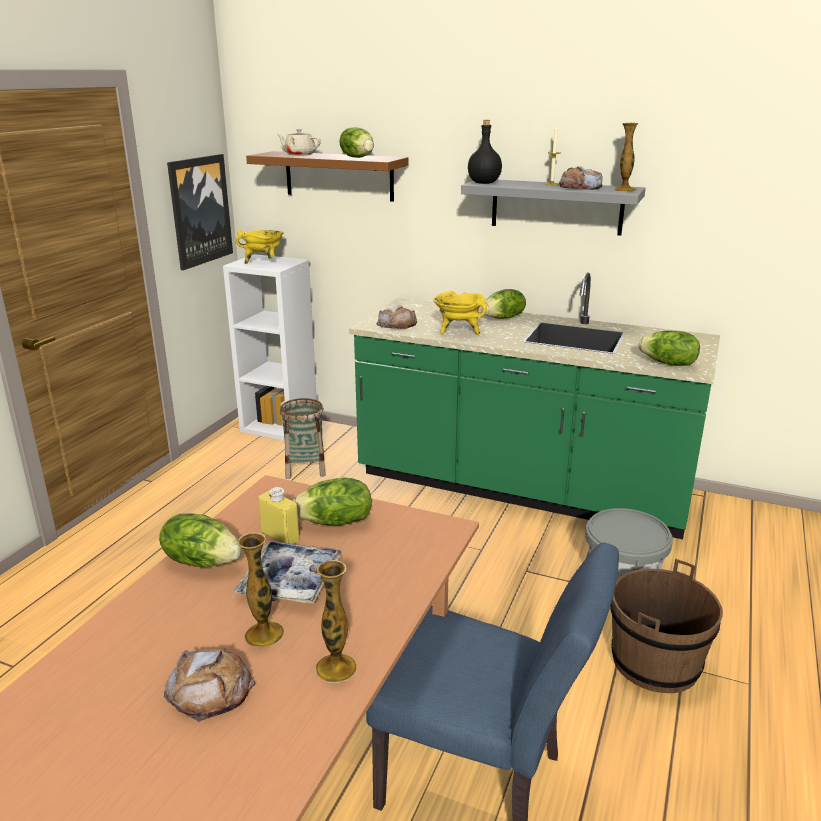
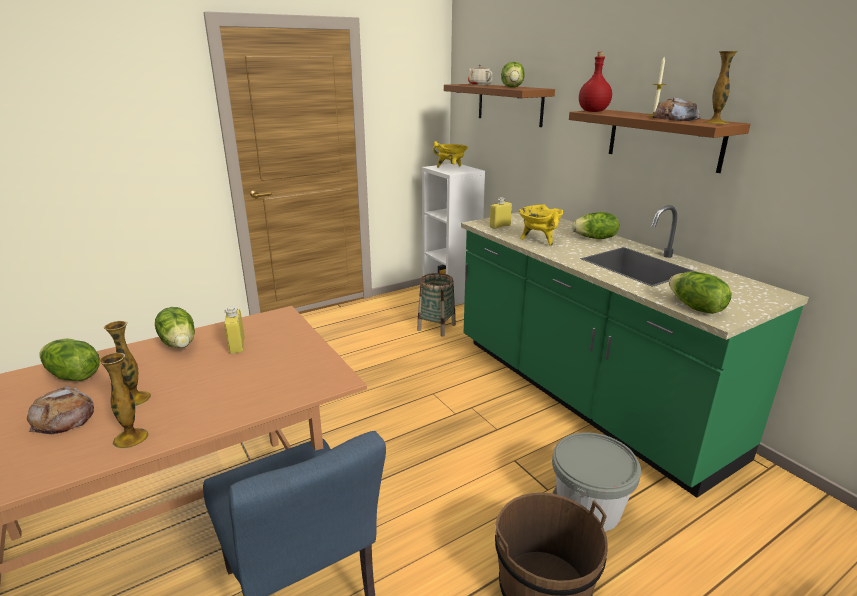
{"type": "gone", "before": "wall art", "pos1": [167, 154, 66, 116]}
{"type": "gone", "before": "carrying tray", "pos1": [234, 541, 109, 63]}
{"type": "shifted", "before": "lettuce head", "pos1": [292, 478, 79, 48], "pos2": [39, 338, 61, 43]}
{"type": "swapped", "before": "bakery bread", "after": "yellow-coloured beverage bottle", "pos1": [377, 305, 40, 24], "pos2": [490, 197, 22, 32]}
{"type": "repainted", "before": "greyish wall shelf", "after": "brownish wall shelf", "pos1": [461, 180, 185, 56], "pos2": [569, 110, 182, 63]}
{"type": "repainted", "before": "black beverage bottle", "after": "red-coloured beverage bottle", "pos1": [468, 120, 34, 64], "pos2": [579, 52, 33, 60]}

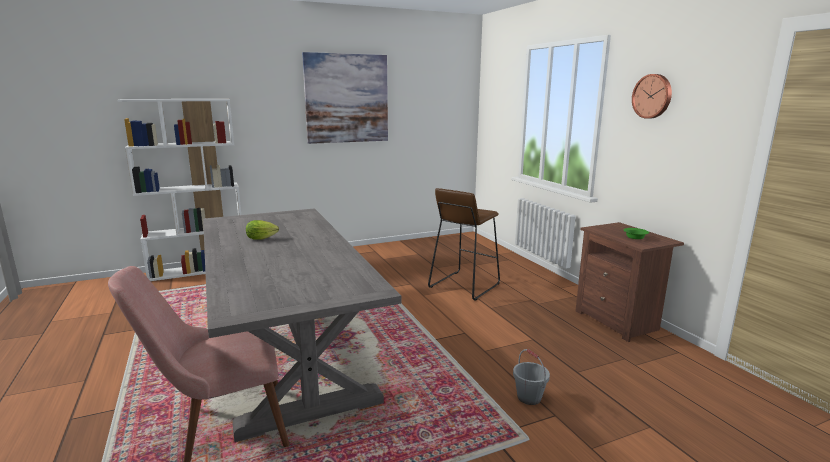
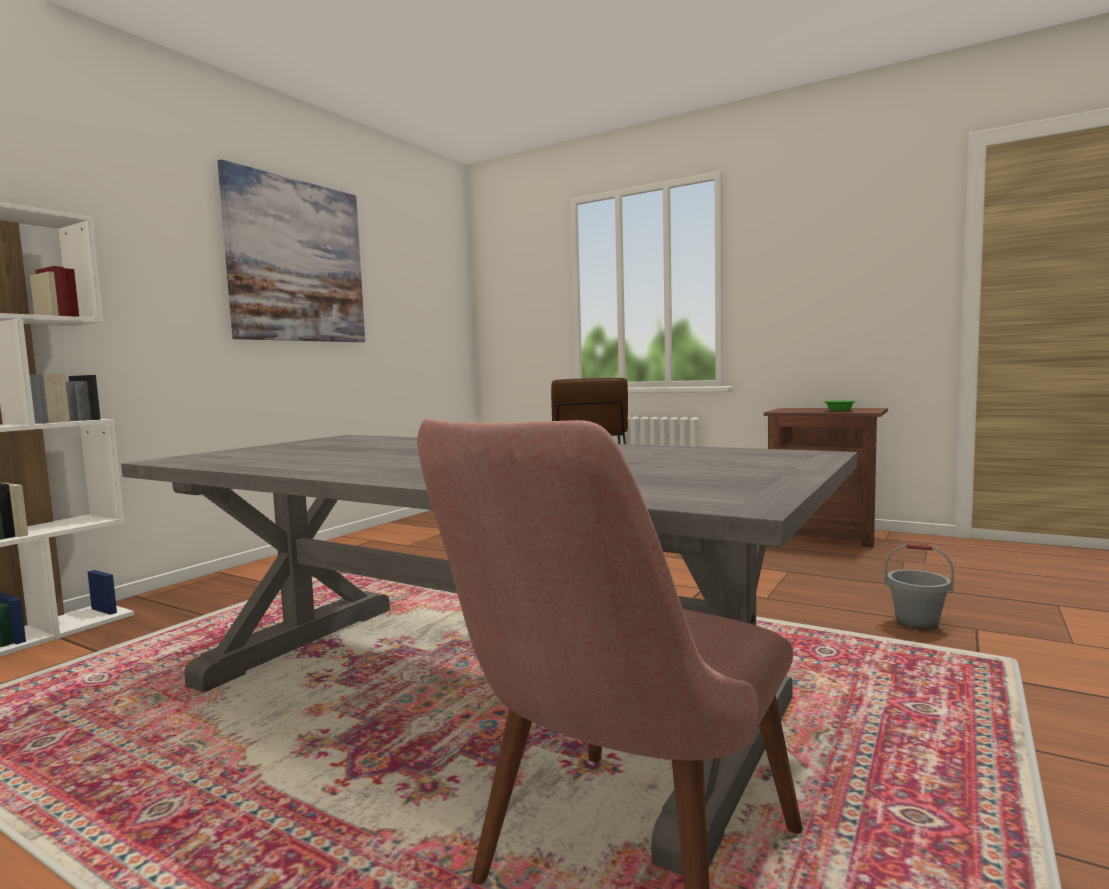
{"type": "gone", "before": "lettuce head", "pos1": [246, 220, 33, 20]}
{"type": "gone", "before": "wall clock", "pos1": [632, 74, 40, 45]}

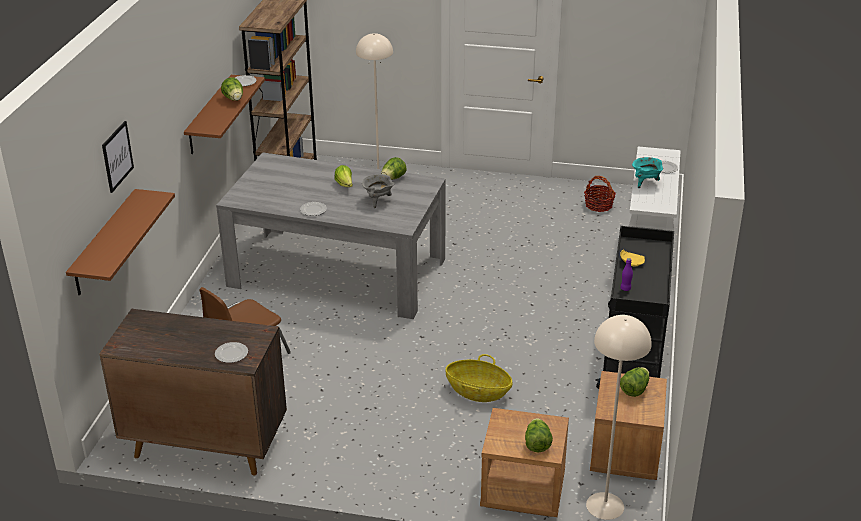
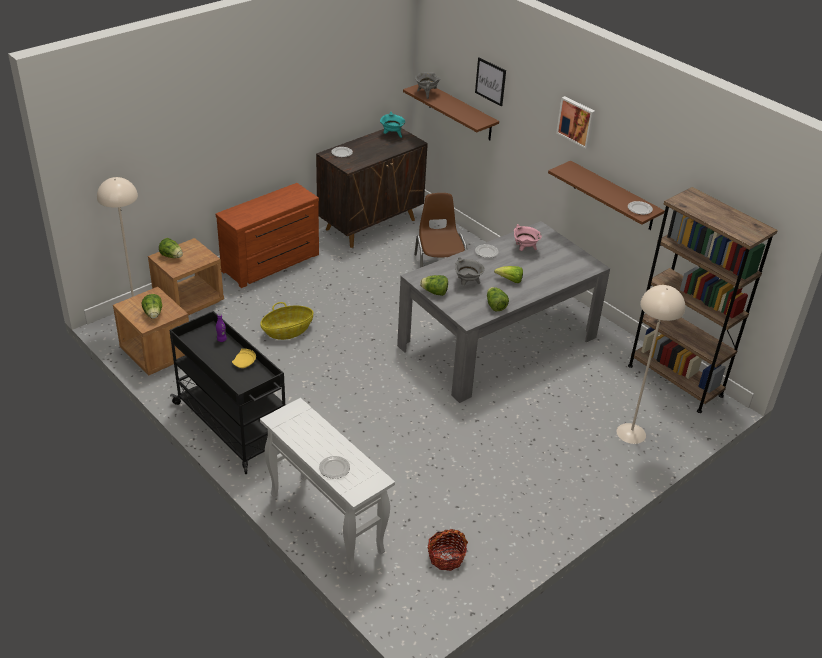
{"type": "shifted", "before": "lettuce head", "pos1": [221, 77, 22, 24], "pos2": [420, 275, 28, 21]}
{"type": "shifted", "before": "turquoise cooking pot", "pos1": [632, 157, 32, 31], "pos2": [380, 112, 25, 26]}
{"type": "new", "after": "brownish drawer chest", "pos2": [216, 183, 103, 105]}
{"type": "new", "after": "greyish cooking pot", "pos2": [415, 72, 26, 27]}
{"type": "new", "after": "pinkish cooking pot", "pos2": [514, 224, 28, 27]}
{"type": "new", "after": "wall art", "pos2": [556, 96, 39, 53]}

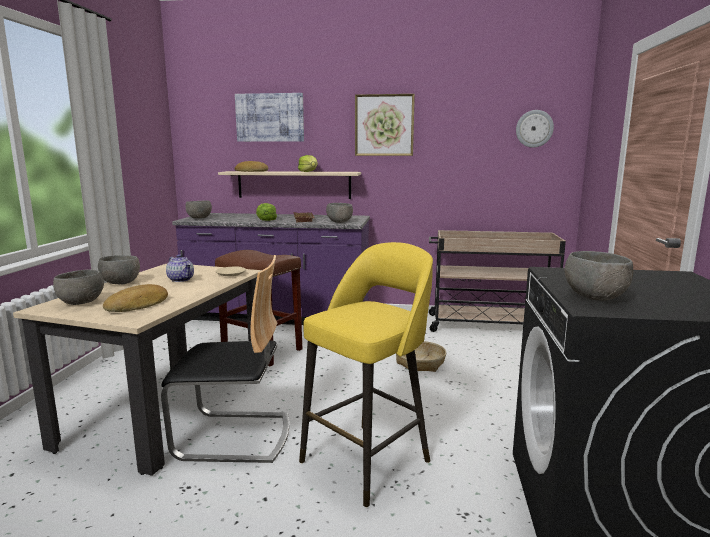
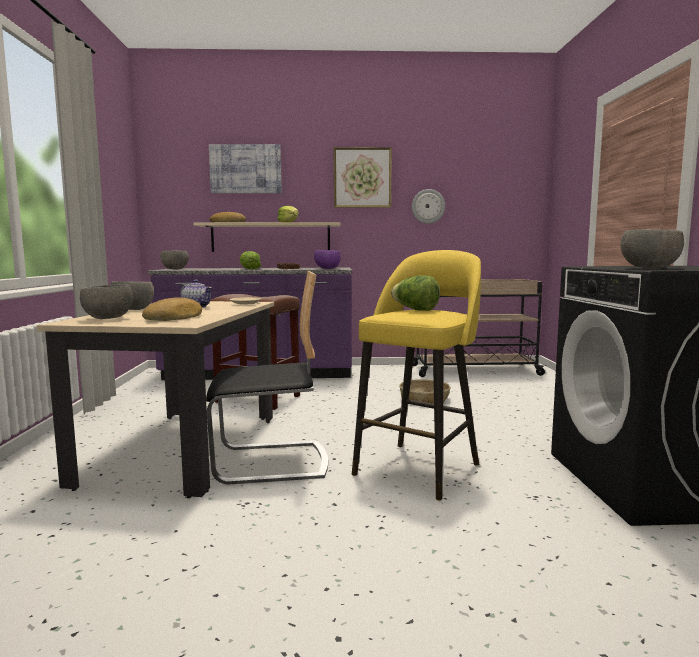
{"type": "repainted", "before": "greyish bowl", "after": "purple bowl", "pos1": [326, 203, 27, 20], "pos2": [314, 250, 27, 19]}
{"type": "shifted", "before": "wall clock", "pos1": [516, 110, 38, 38], "pos2": [412, 189, 33, 35]}
{"type": "new", "after": "lettuce head", "pos2": [391, 275, 49, 36]}

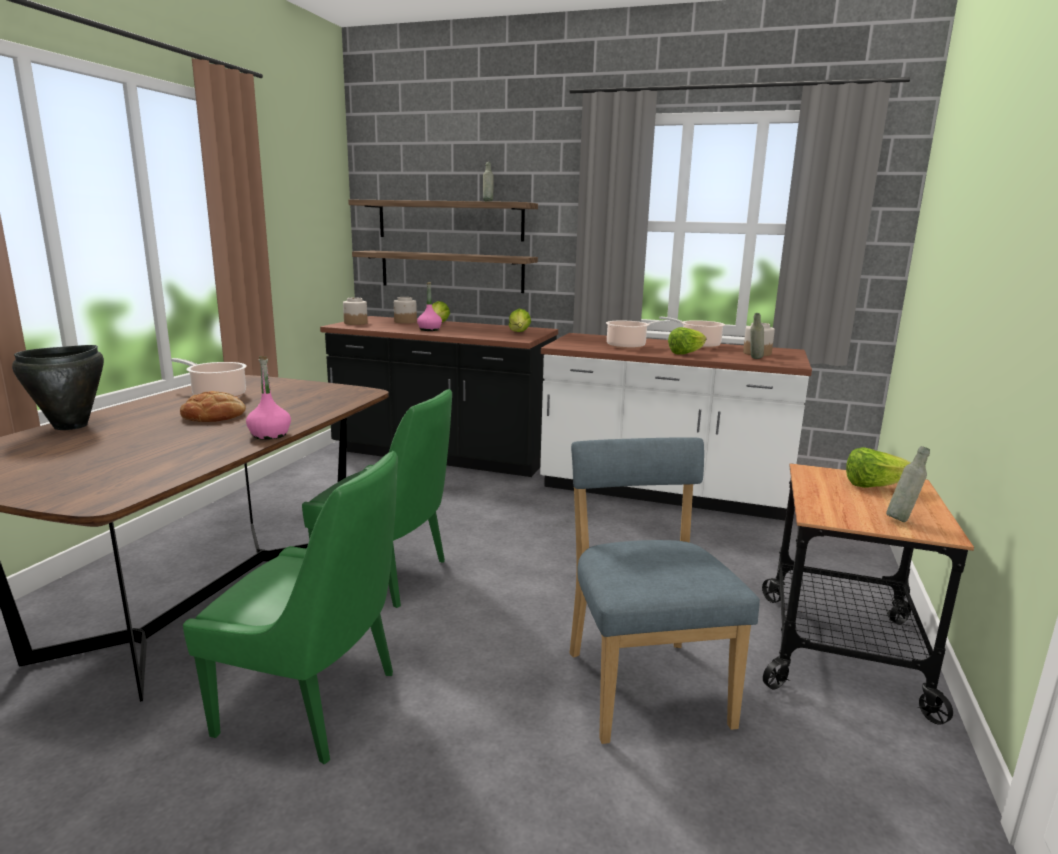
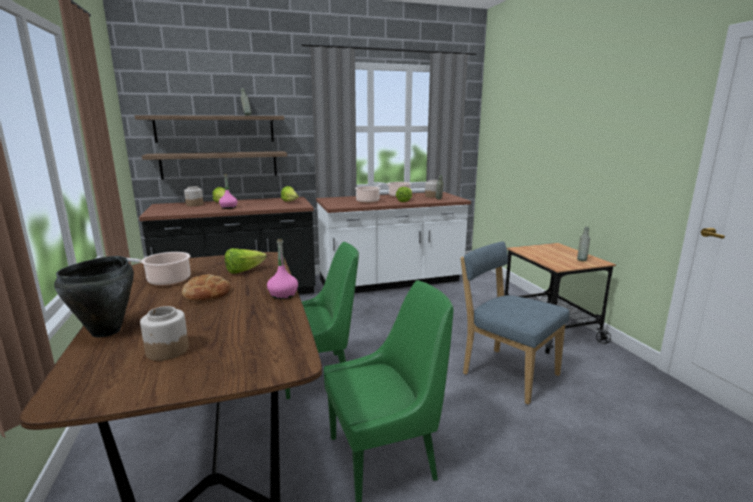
{"type": "shifted", "before": "storage jar", "pos1": [343, 297, 25, 28], "pos2": [140, 306, 49, 55]}
{"type": "shifted", "before": "lettuce head", "pos1": [846, 447, 65, 41], "pos2": [225, 248, 42, 25]}

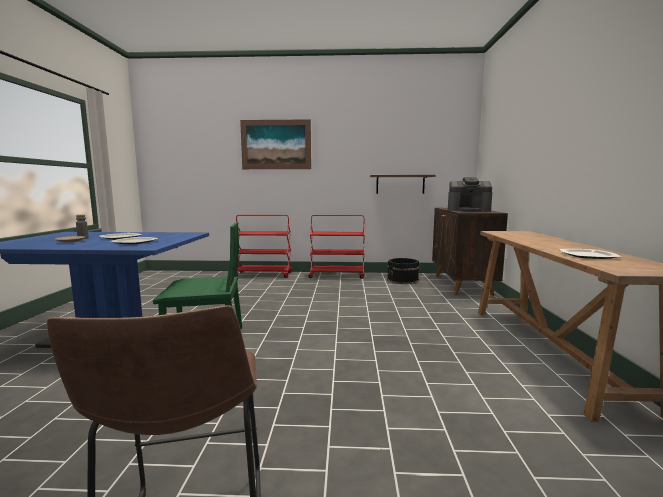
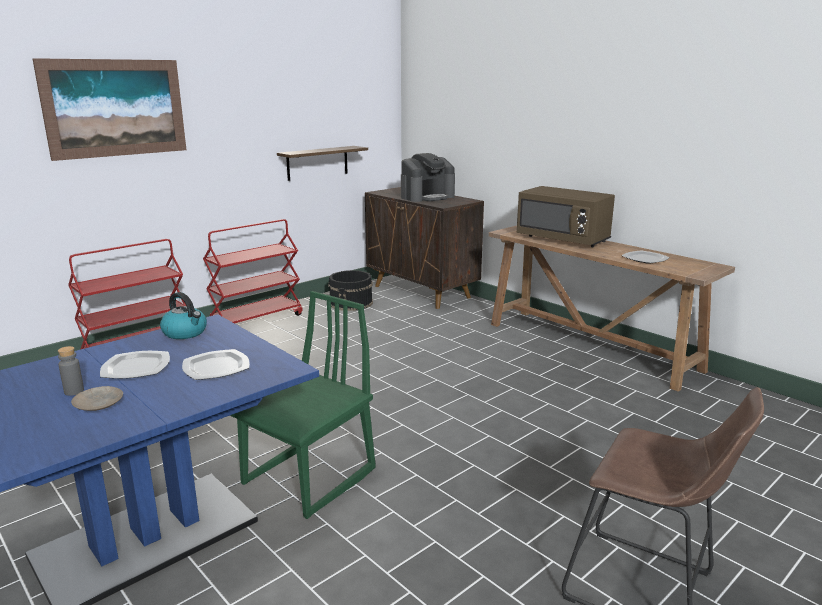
{"type": "new", "after": "water kettle", "pos2": [160, 292, 47, 47]}
{"type": "new", "after": "brownish kitchen microwave", "pos2": [517, 186, 98, 61]}

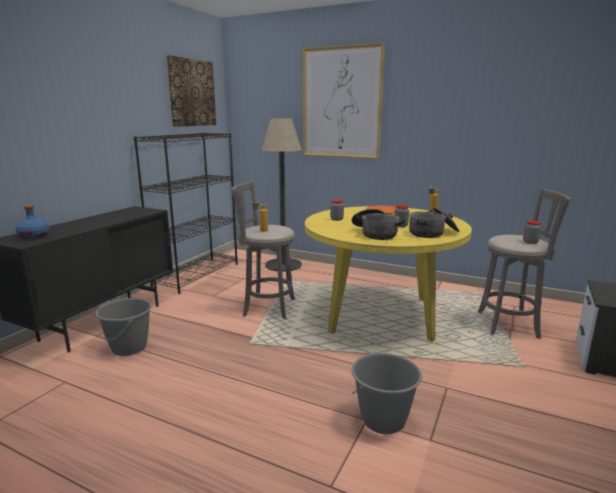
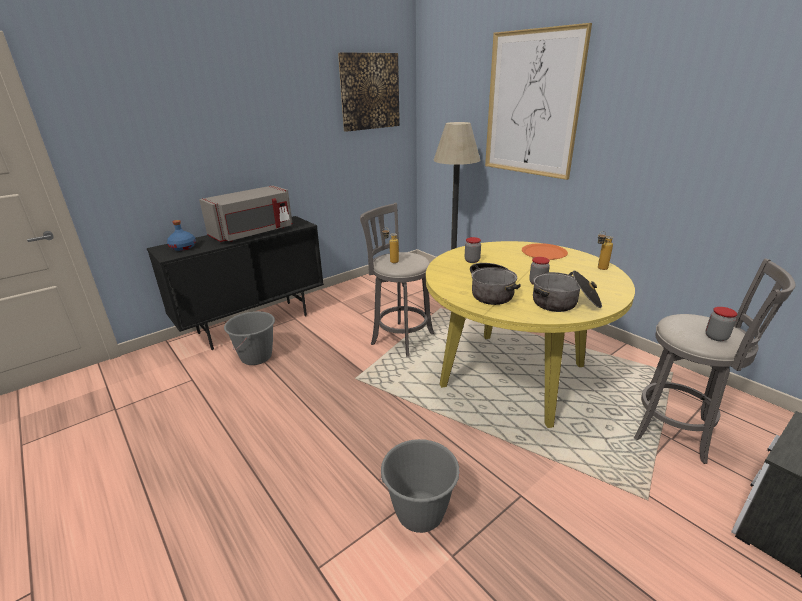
{"type": "gone", "before": "black bookcase", "pos1": [134, 133, 104, 161]}
{"type": "new", "after": "greyish kitchen microwave", "pos2": [199, 185, 94, 57]}

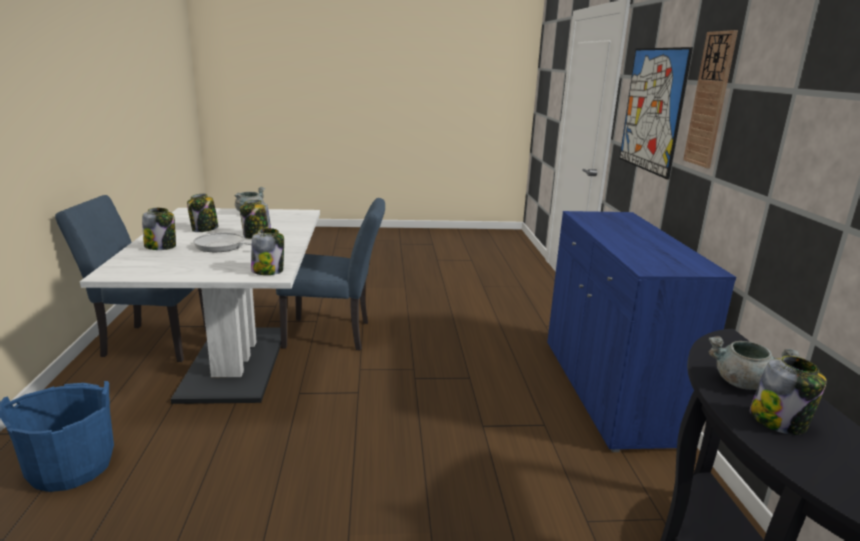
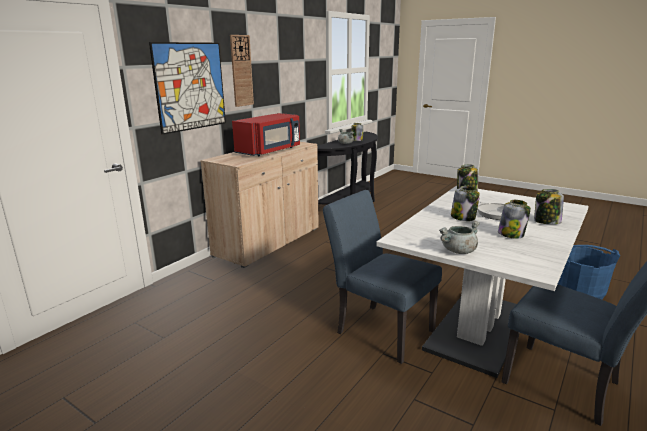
{"type": "repainted", "before": "blue-coloured cupboard", "after": "beige cupboard", "pos1": [547, 211, 189, 241], "pos2": [200, 142, 119, 126]}
{"type": "new", "after": "red-coloured kitchen microwave", "pos2": [232, 113, 68, 43]}

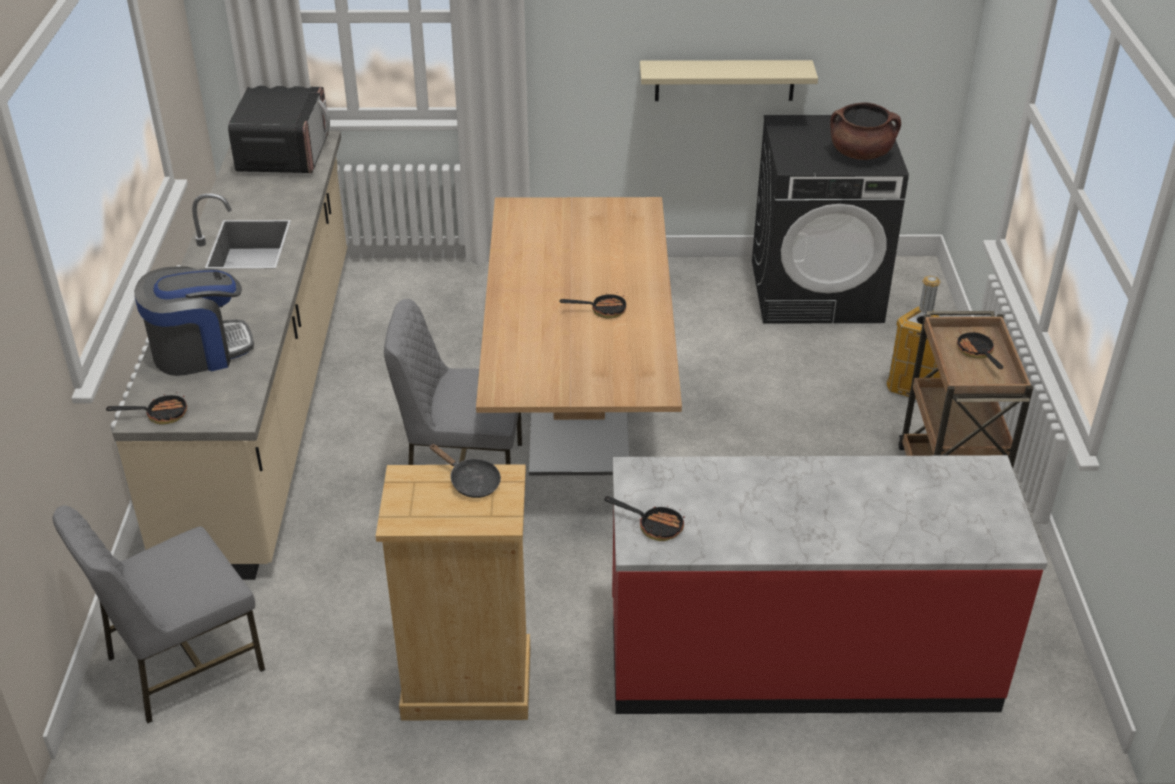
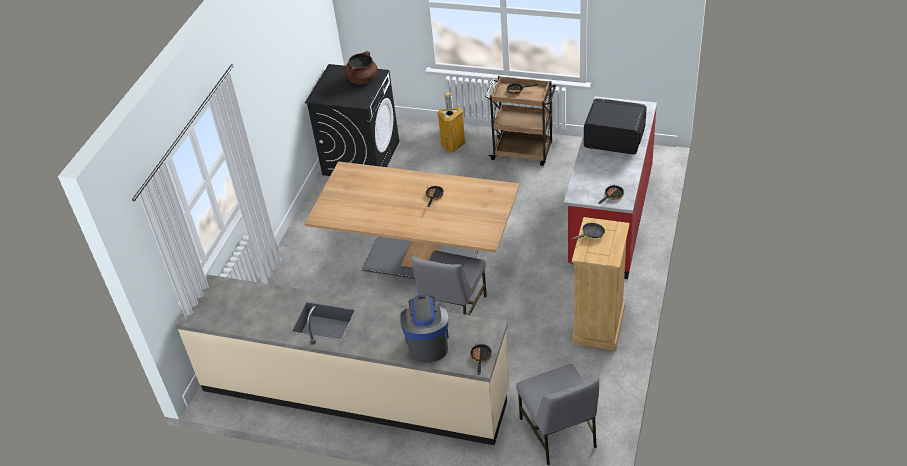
{"type": "shifted", "before": "kitchen microwave", "pos1": [228, 86, 102, 87], "pos2": [584, 98, 63, 57]}
{"type": "gone", "before": "beige wall shelf", "pos1": [640, 60, 178, 41]}

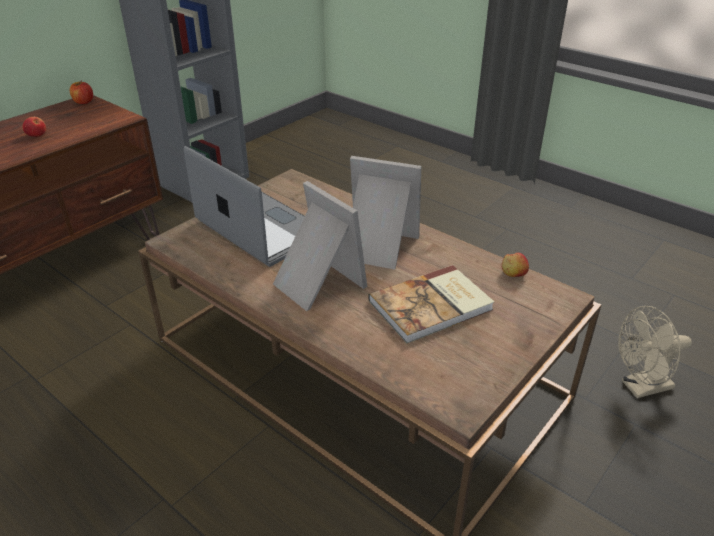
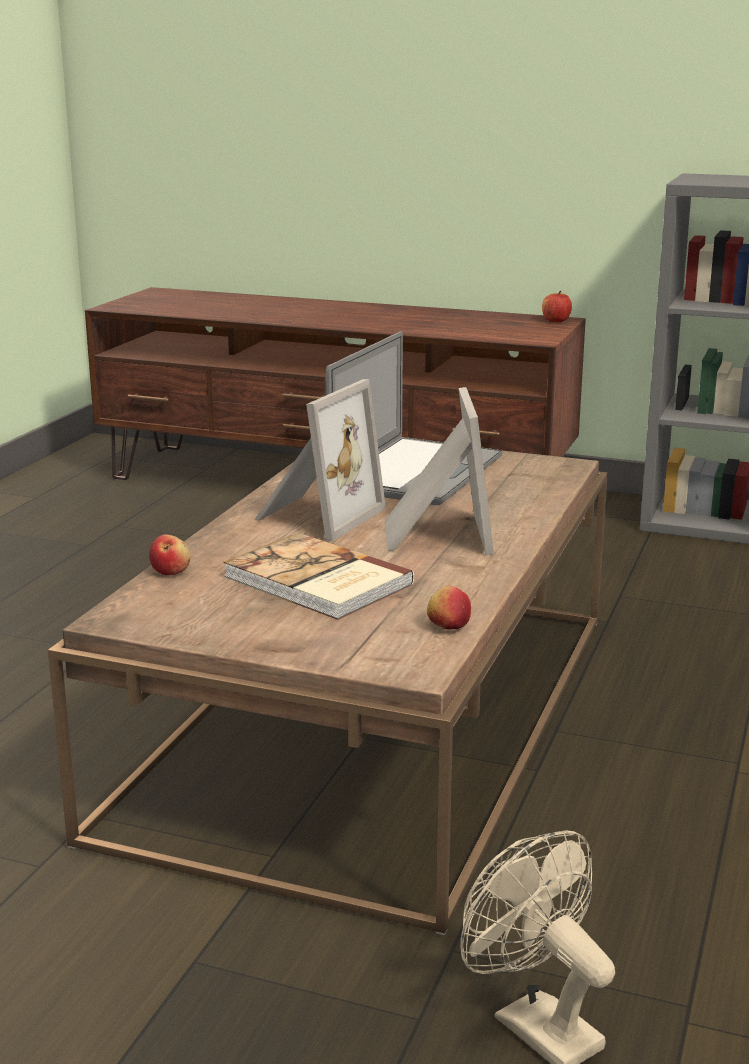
{"type": "shifted", "before": "apple", "pos1": [22, 117, 24, 20], "pos2": [149, 535, 41, 40]}

